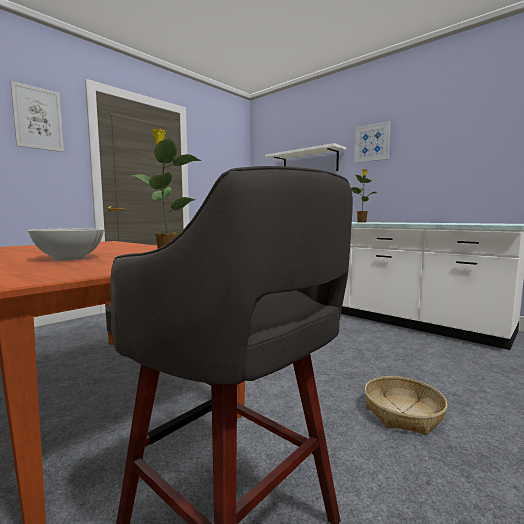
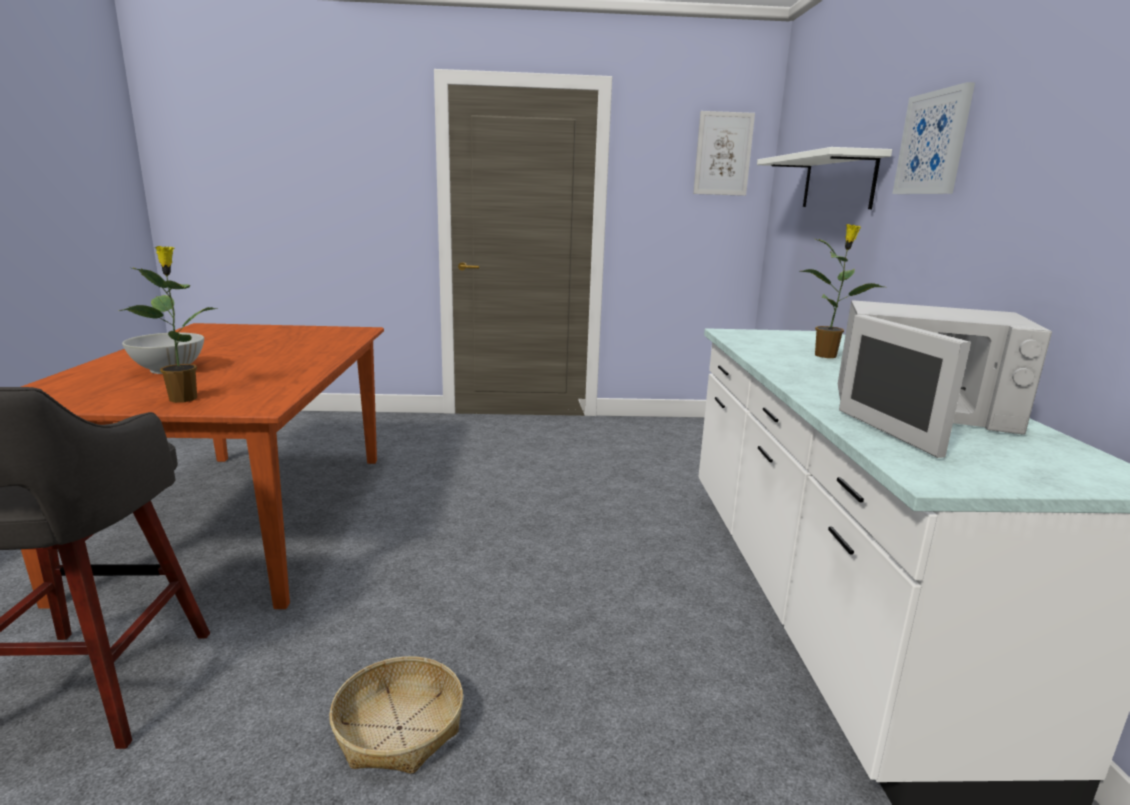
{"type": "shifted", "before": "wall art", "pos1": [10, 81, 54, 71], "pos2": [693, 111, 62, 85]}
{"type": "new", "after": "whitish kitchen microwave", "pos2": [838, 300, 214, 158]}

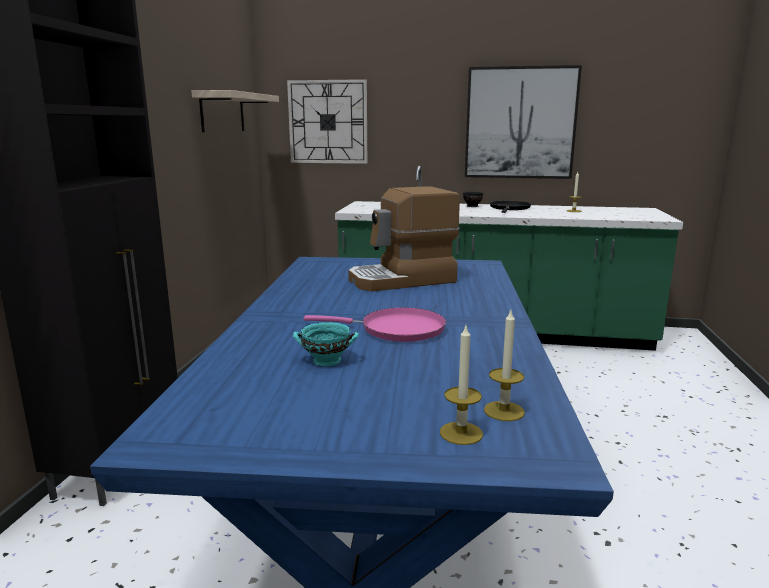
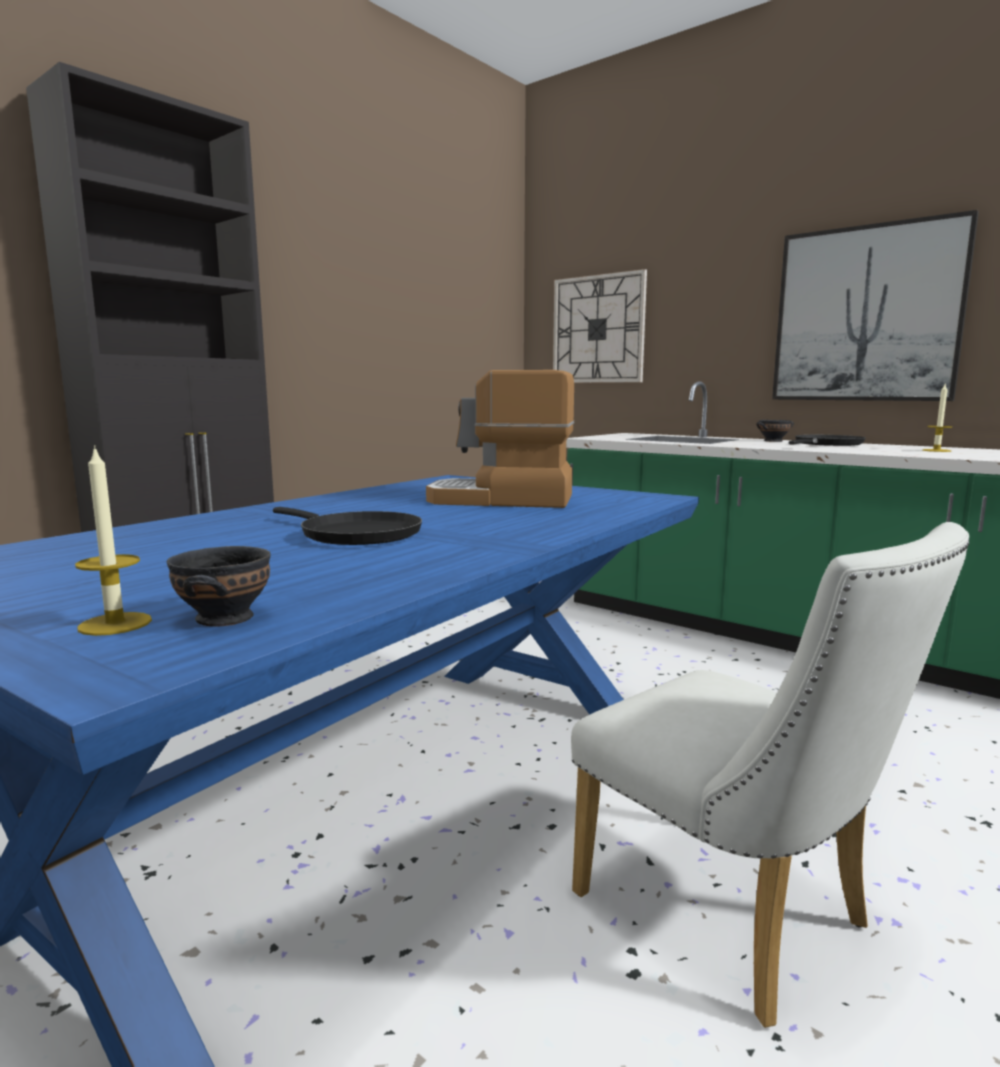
{"type": "gone", "before": "wall shelf", "pos1": [191, 90, 88, 42]}
{"type": "gone", "before": "turquoise bowl", "pos1": [293, 322, 66, 45]}
{"type": "repainted", "before": "pinkish pan", "after": "black pan", "pos1": [303, 307, 143, 35], "pos2": [273, 507, 149, 38]}
{"type": "swapped", "before": "candle", "after": "black bowl", "pos1": [484, 311, 41, 110], "pos2": [167, 546, 104, 81]}
{"type": "new", "after": "whitish chair", "pos2": [571, 522, 398, 506]}

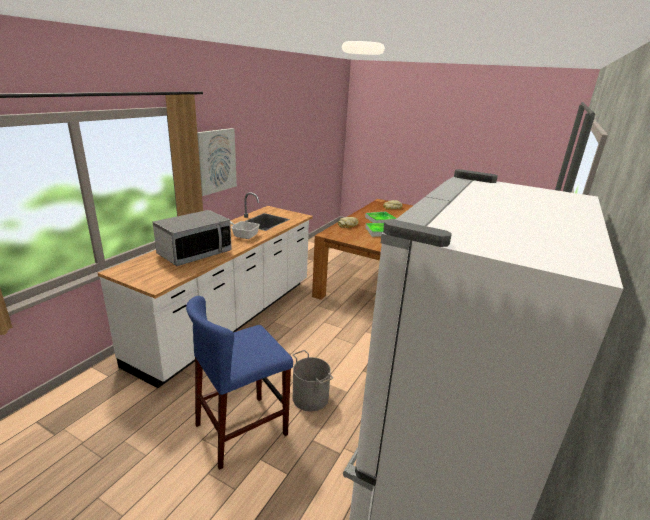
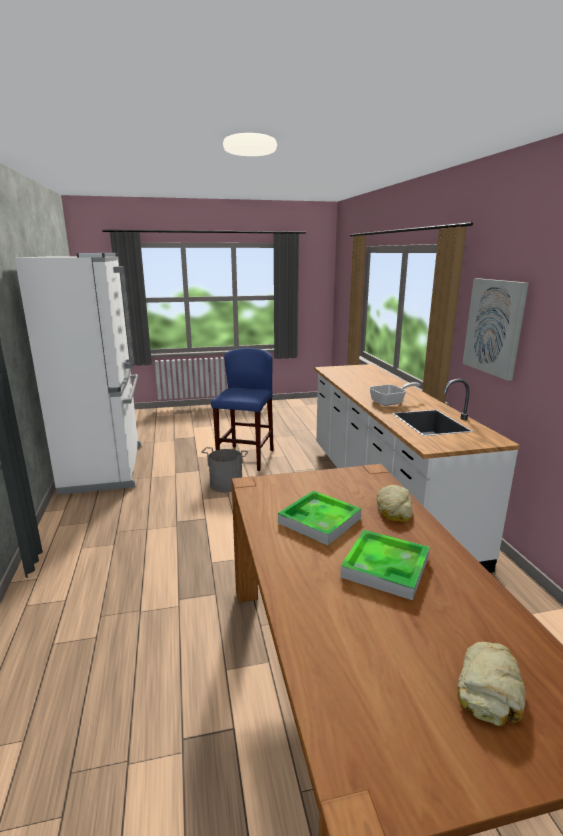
{"type": "gone", "before": "kitchen microwave", "pos1": [153, 210, 79, 56]}

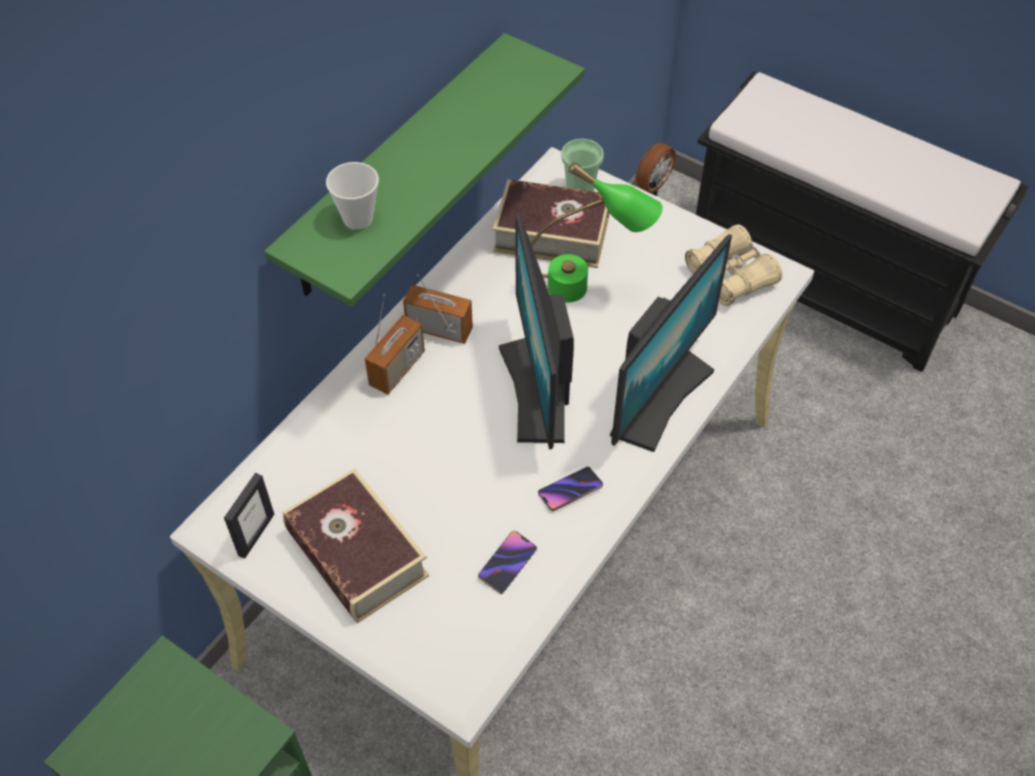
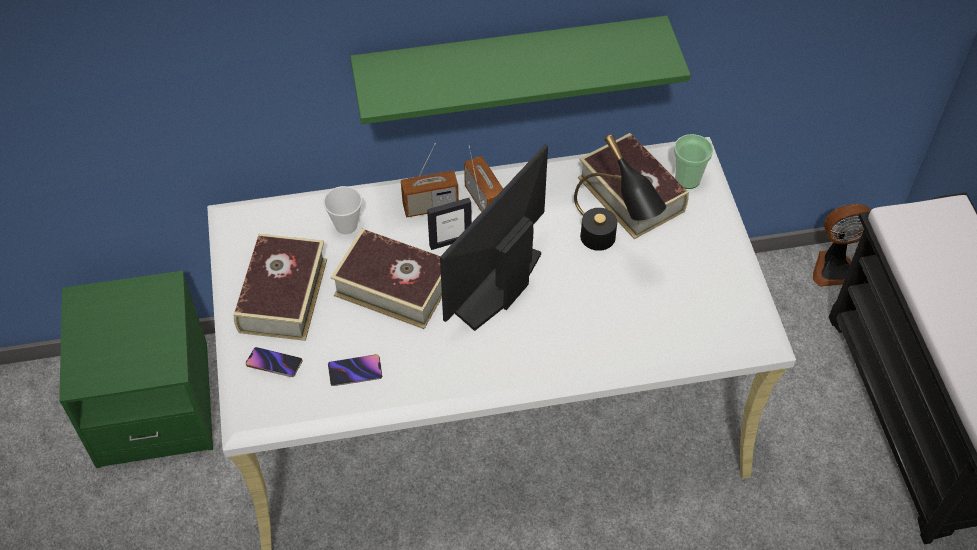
{"type": "shifted", "before": "picture frame", "pos1": [224, 473, 50, 86], "pos2": [427, 198, 45, 52]}
{"type": "shifted", "before": "drinking cup", "pos1": [326, 162, 53, 68], "pos2": [323, 186, 39, 48]}
{"type": "repainted", "before": "greenish table lamp", "after": "black table lamp", "pos1": [531, 162, 132, 140], "pos2": [574, 134, 92, 117]}
{"type": "shifted", "before": "handset", "pos1": [538, 467, 65, 44], "pos2": [246, 347, 56, 30]}
{"type": "gone", "before": "computer screen", "pos1": [610, 234, 122, 218]}
{"type": "gone", "before": "beige pair of binoculars", "pos1": [685, 224, 97, 82]}
{"type": "new", "after": "volume", "pos2": [331, 229, 111, 100]}

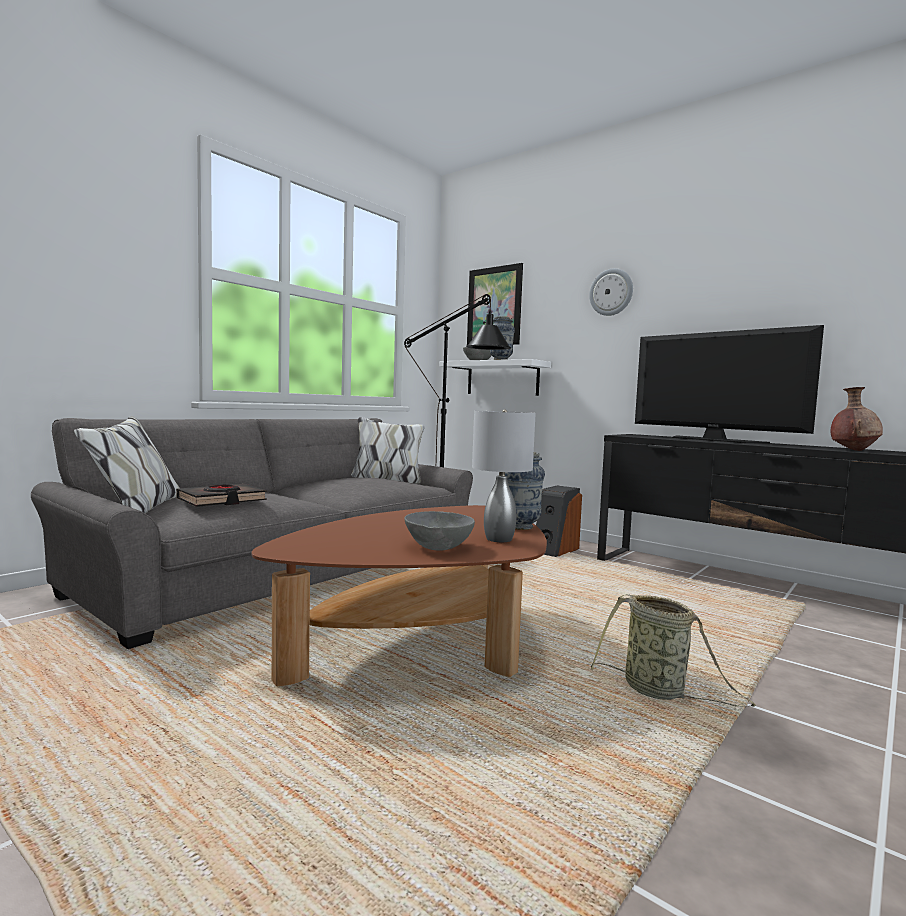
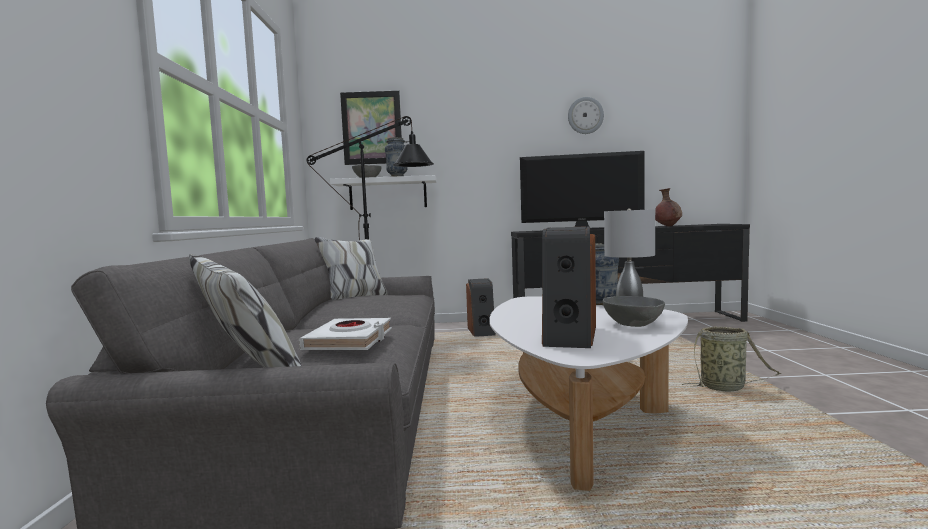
{"type": "repainted", "before": "black volume", "after": "whitish volume", "pos1": [176, 484, 91, 23], "pos2": [299, 318, 93, 32]}
{"type": "repainted", "before": "brownish lounge table", "after": "whitish lounge table", "pos1": [252, 505, 295, 181], "pos2": [489, 297, 199, 194]}
{"type": "shifted", "before": "wall clock", "pos1": [589, 268, 44, 48], "pos2": [568, 97, 36, 37]}
{"type": "new", "after": "speaker", "pos2": [542, 226, 54, 122]}

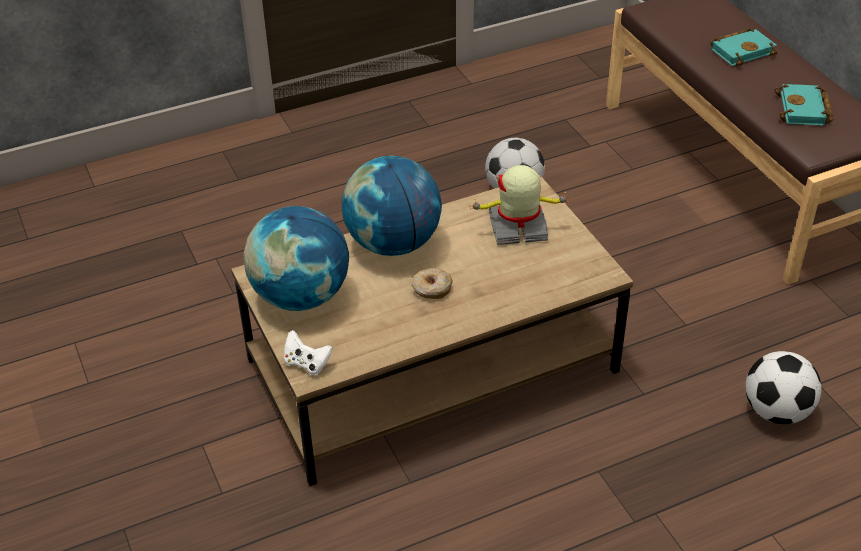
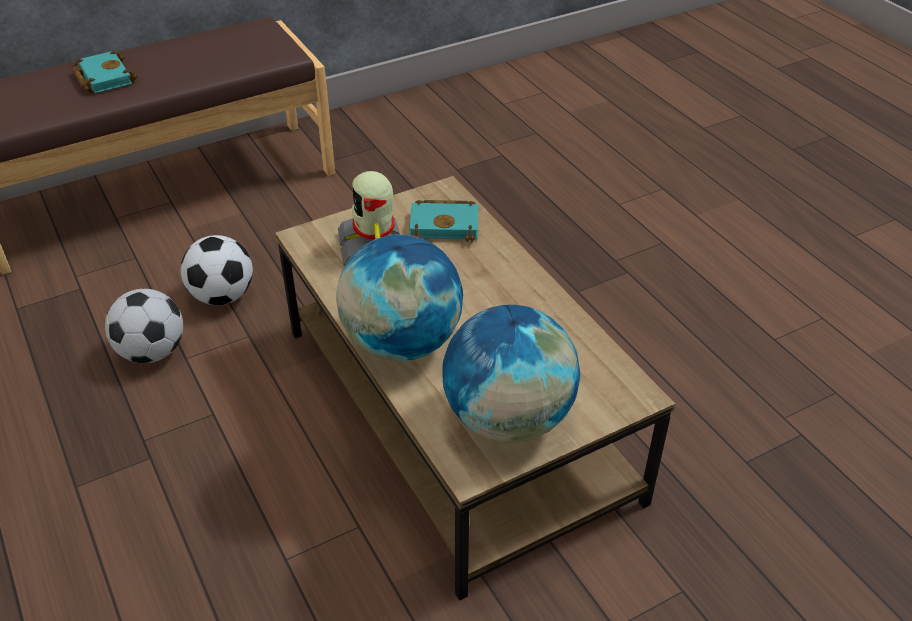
{"type": "gone", "before": "whitish joypad", "pos1": [284, 330, 49, 45]}
{"type": "gone", "before": "ring doughnut", "pos1": [412, 268, 41, 31]}
{"type": "shifted", "before": "football ball", "pos1": [745, 351, 76, 73], "pos2": [181, 235, 72, 70]}
{"type": "shifted", "before": "turquoise volume", "pos1": [775, 84, 58, 42], "pos2": [409, 200, 69, 42]}

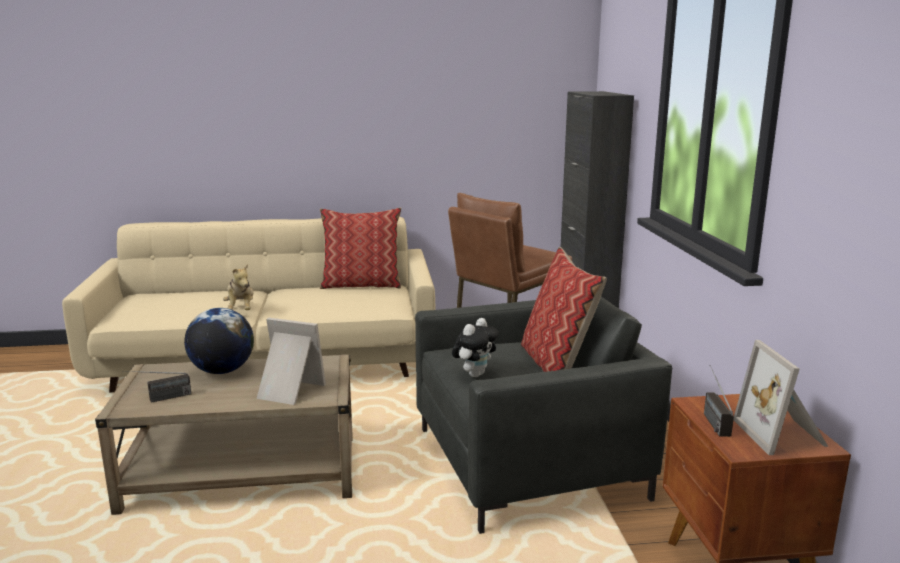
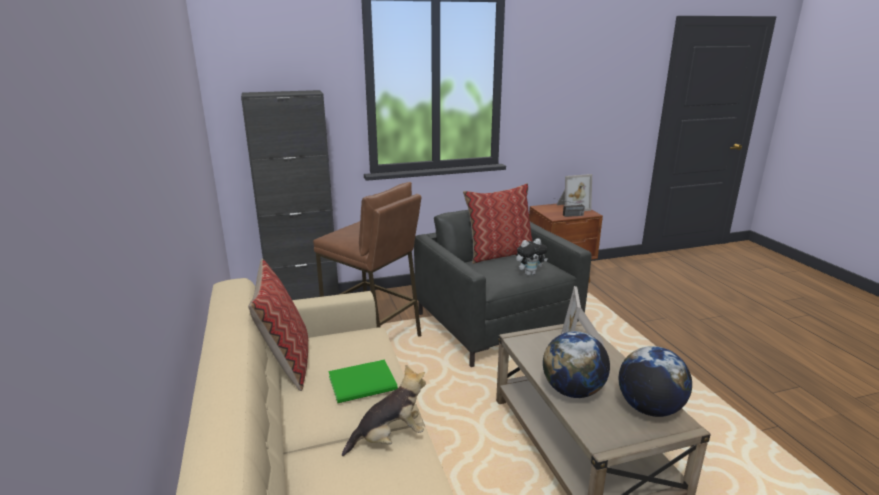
{"type": "swapped", "before": "radio", "after": "world globe", "pos1": [122, 371, 69, 32], "pos2": [619, 346, 73, 71]}
{"type": "rotated", "before": "cuddly toy", "pos1": [452, 318, 47, 59], "pos2": [516, 238, 32, 38], "turn": 135}
{"type": "new", "after": "greenish volume", "pos2": [328, 360, 70, 43]}

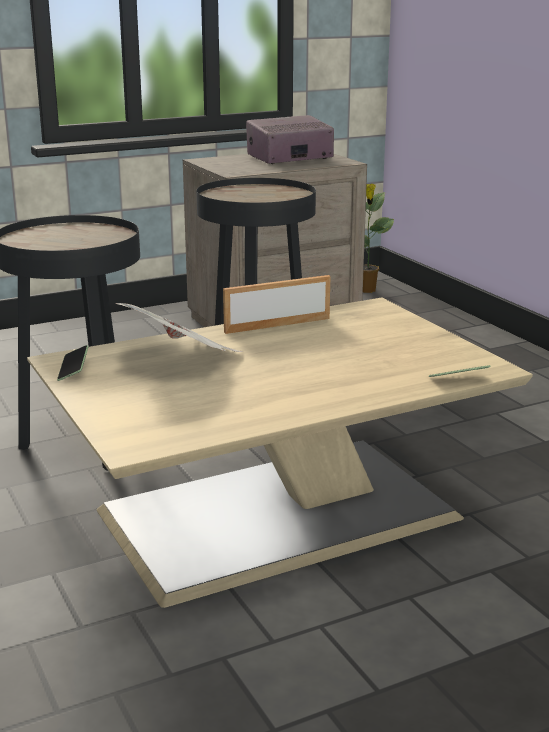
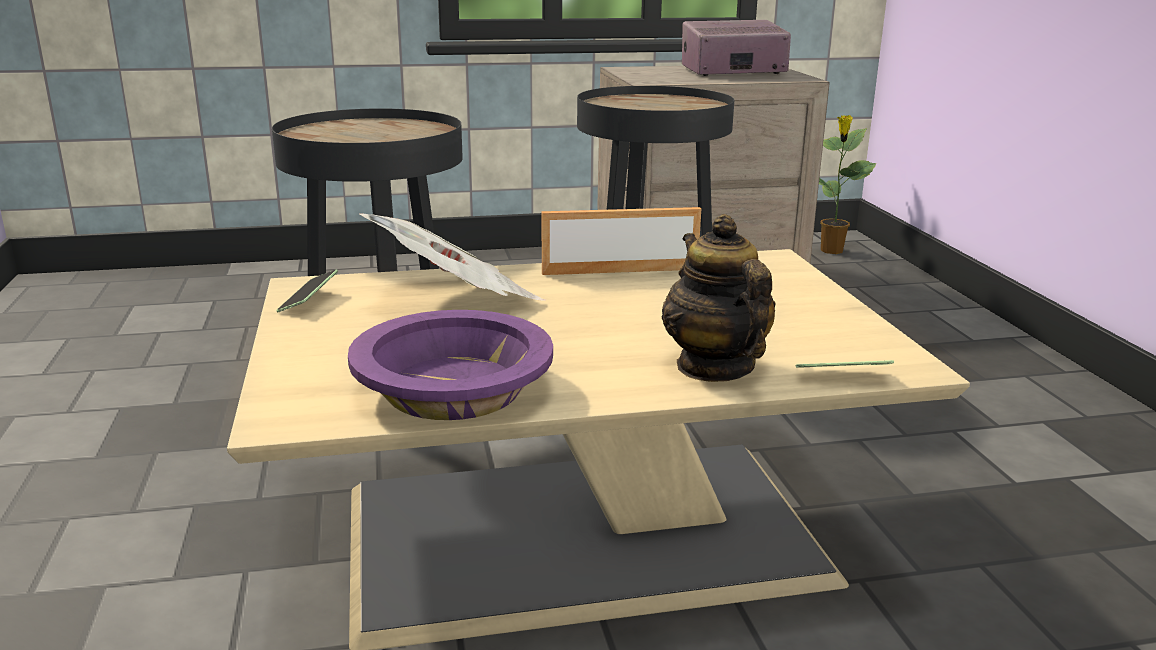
{"type": "new", "after": "purple bowl", "pos2": [348, 310, 205, 110]}
{"type": "new", "after": "tea pot", "pos2": [662, 214, 113, 168]}

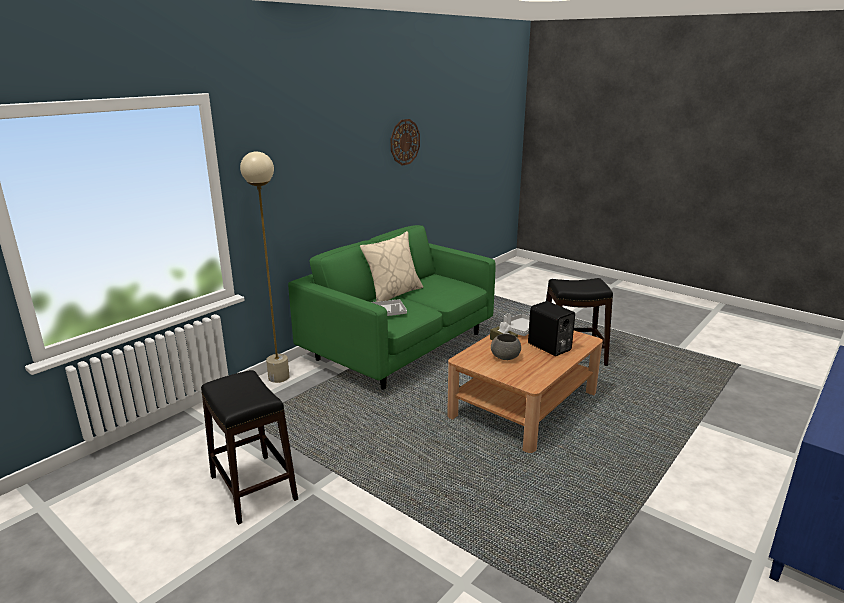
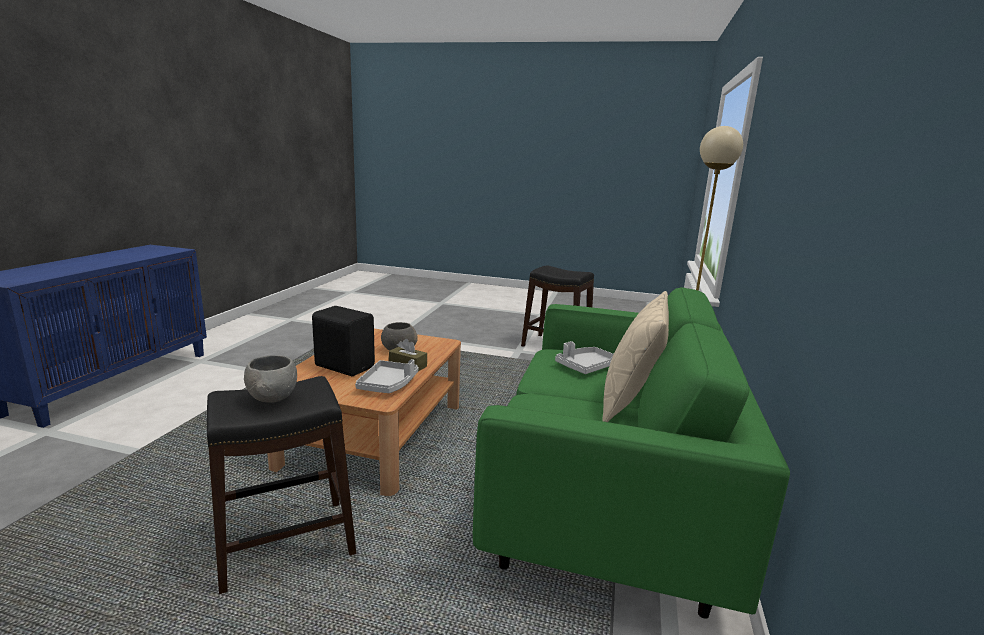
{"type": "gone", "before": "wall clock", "pos1": [391, 119, 29, 47]}
{"type": "new", "after": "greyish bowl", "pos2": [244, 355, 53, 48]}

